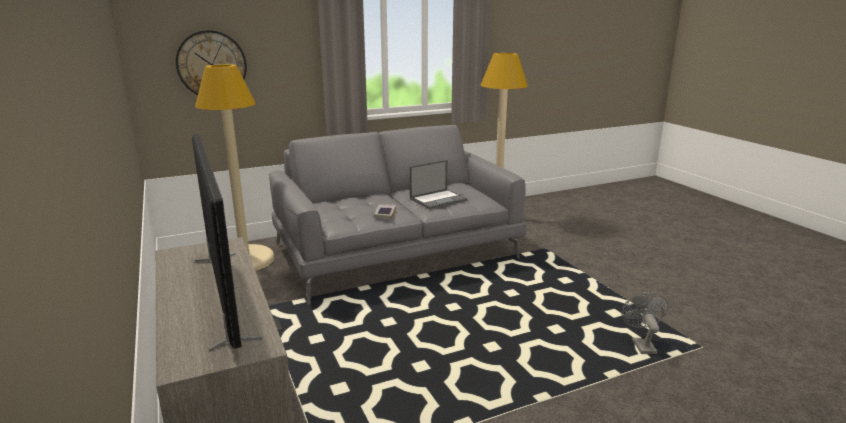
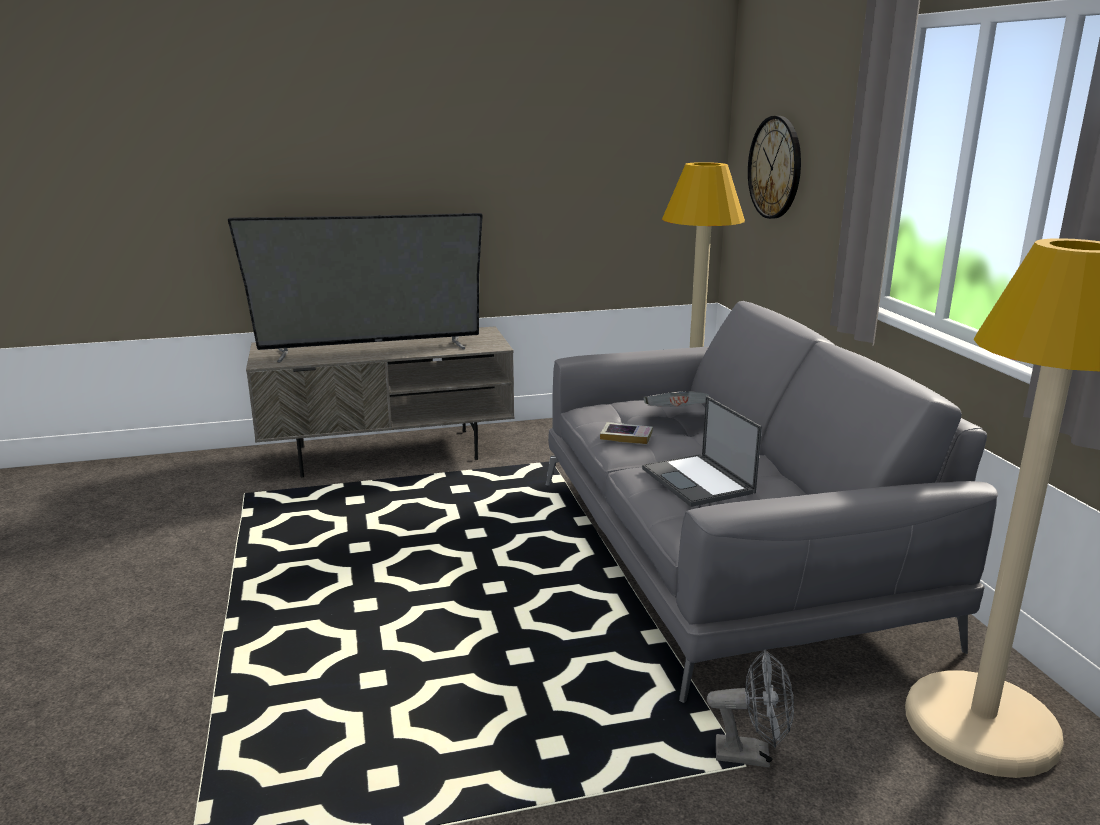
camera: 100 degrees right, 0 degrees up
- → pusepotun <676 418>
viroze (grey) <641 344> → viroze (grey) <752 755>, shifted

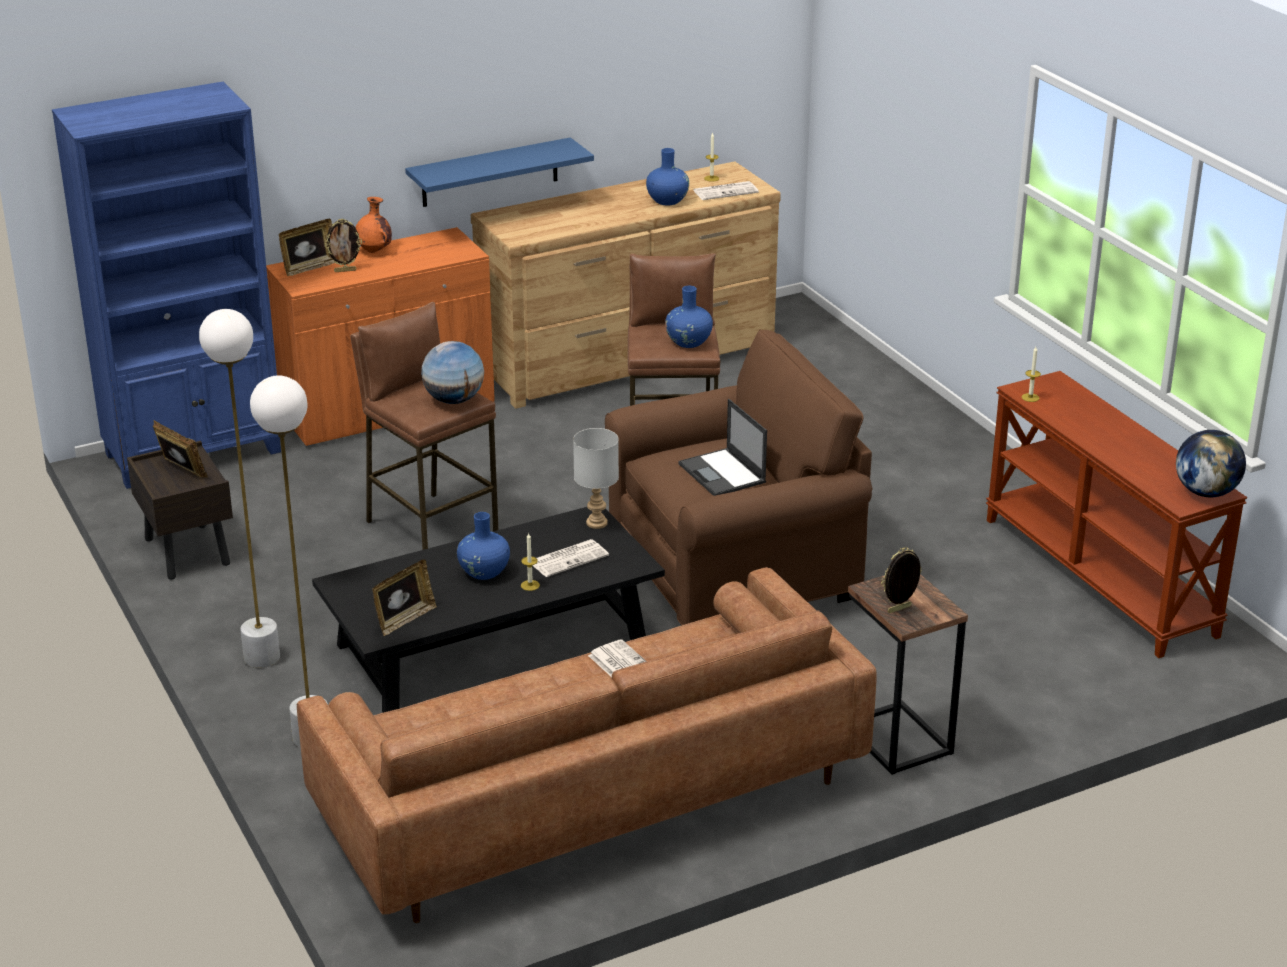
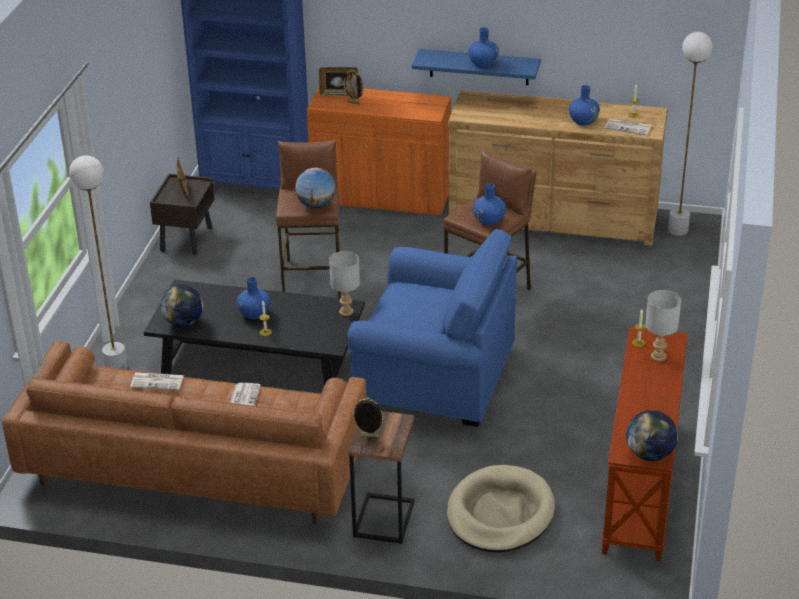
camera: 40 degrees right, 5 degrees up
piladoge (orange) <374 251> → -
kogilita <723 473> → -
- → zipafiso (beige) <500 513>
- → piladoge (blue) <483 64>
- → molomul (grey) <659 356>
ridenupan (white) <262 658> → ridenupan (white) <678 230>, shifted
pusepotun <569 558> → pusepotun <158 381>, shifted
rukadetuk <404 619> → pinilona <184 322>
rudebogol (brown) <734 569> → rudebogol (blue) <435 376>

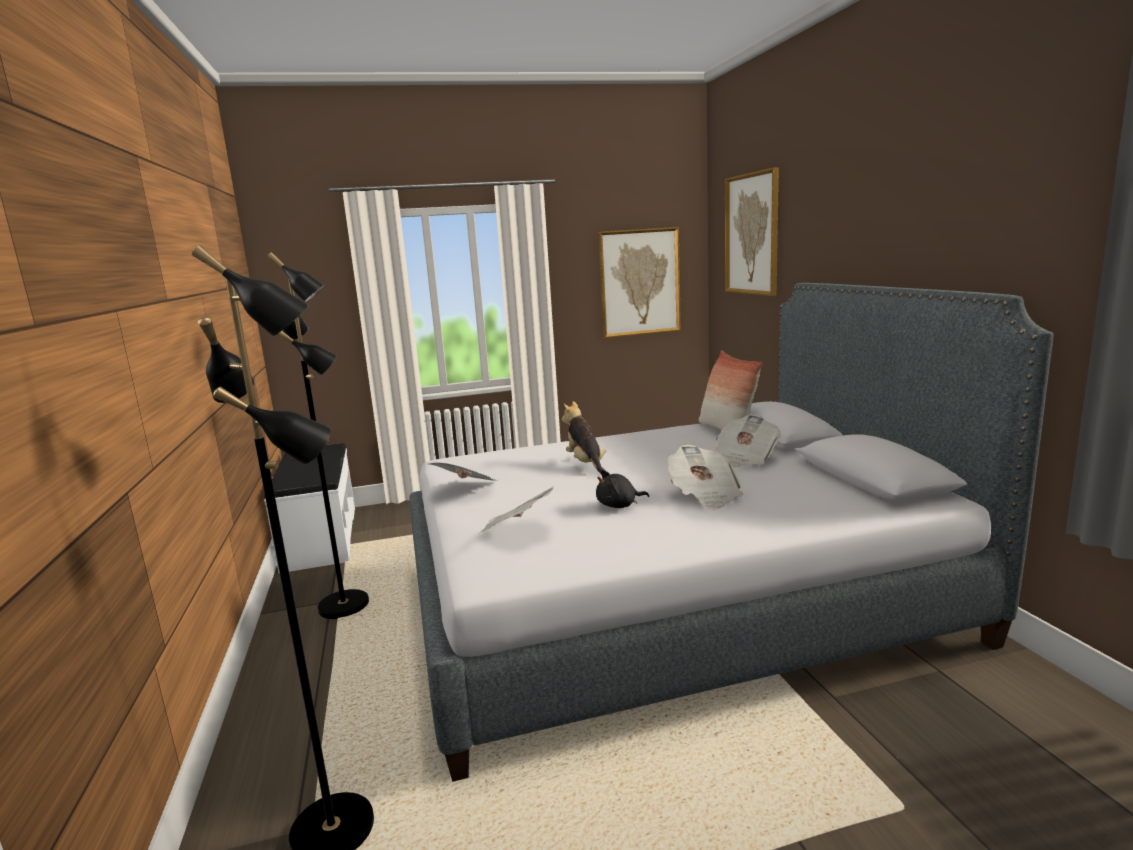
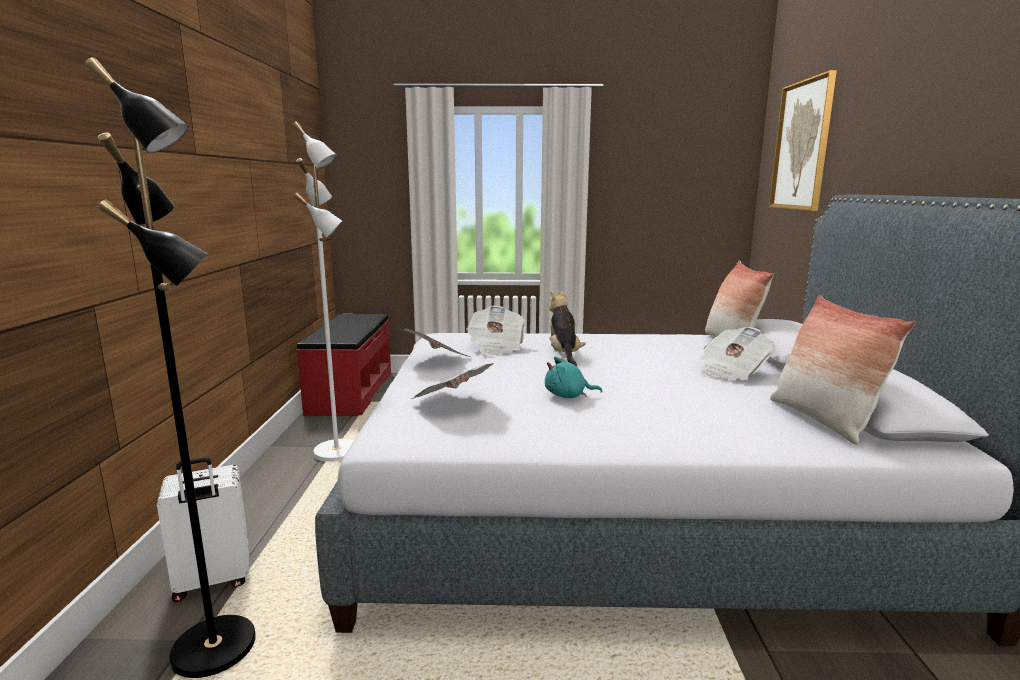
camera: 15 degrees right, 0 degrees up
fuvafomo <639 282> → -
- → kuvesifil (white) <212 582>
- → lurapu <822 420>
pusepotun <704 496> → pusepotun <496 347>, shifted
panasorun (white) <319 538> → panasorun (red) <350 392>
ridenupan (black) <346 605> → ridenupan (white) <338 452>
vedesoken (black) <619 505> → vedesoken (turquoise) <568 396>

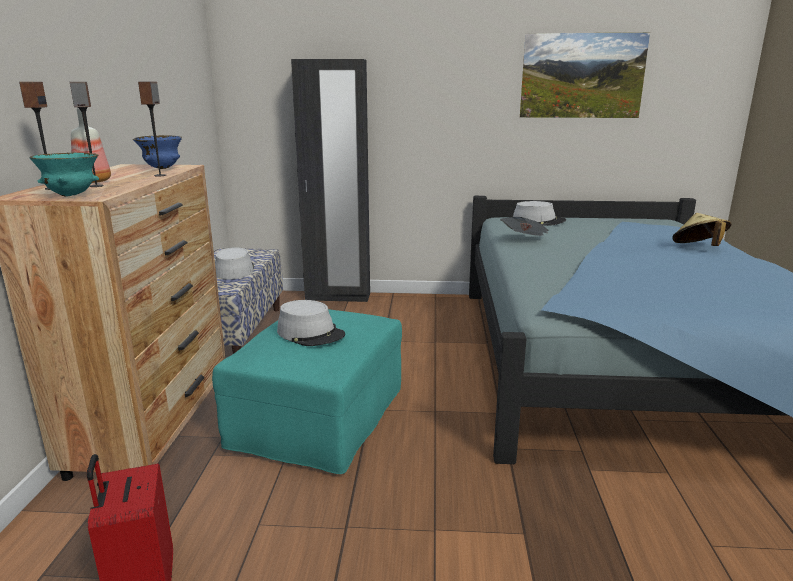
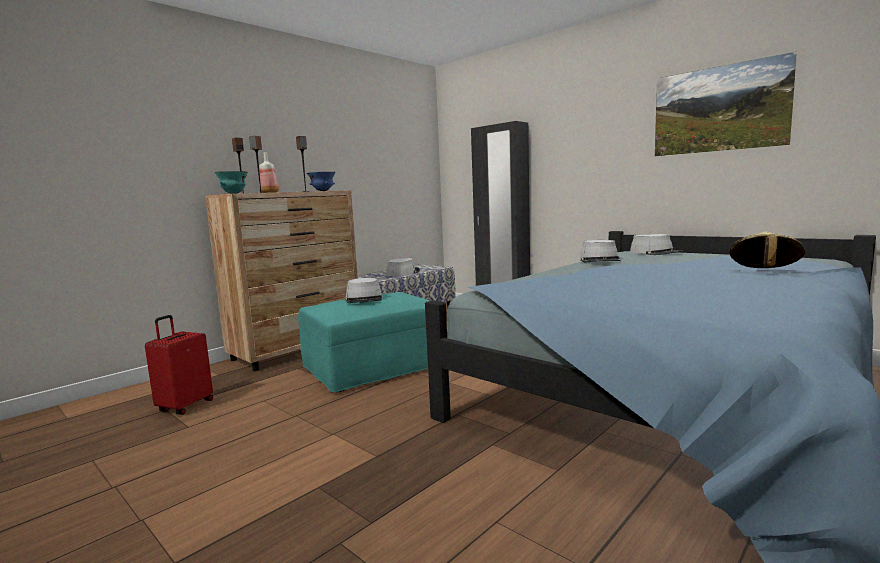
camera: 40 degrees right, 10 degrees down
pusepotun <525 239> → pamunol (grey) <600 260>

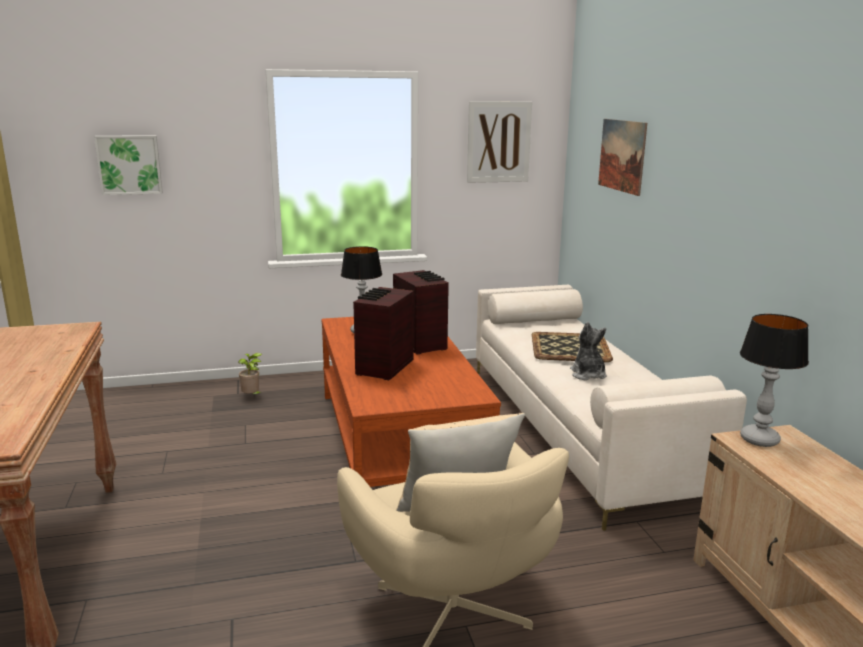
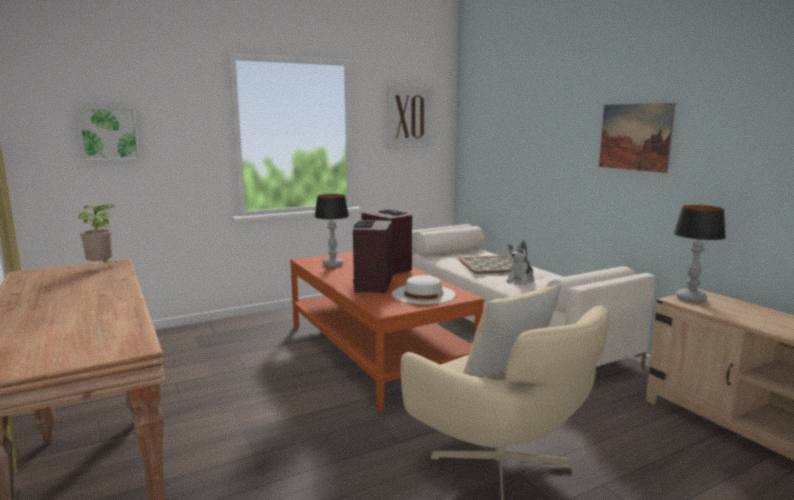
camera: 15 degrees left, 5 degrees down
- → pamunol (white) <423 294>
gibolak <252 396> → gibolak <102 267>, shifted
fuvafomo <622 155> → fuvafomo <635 137>, shifted
vedesoken <588 375> → vedesoken <520 280>, 120 degrees counterclockwise

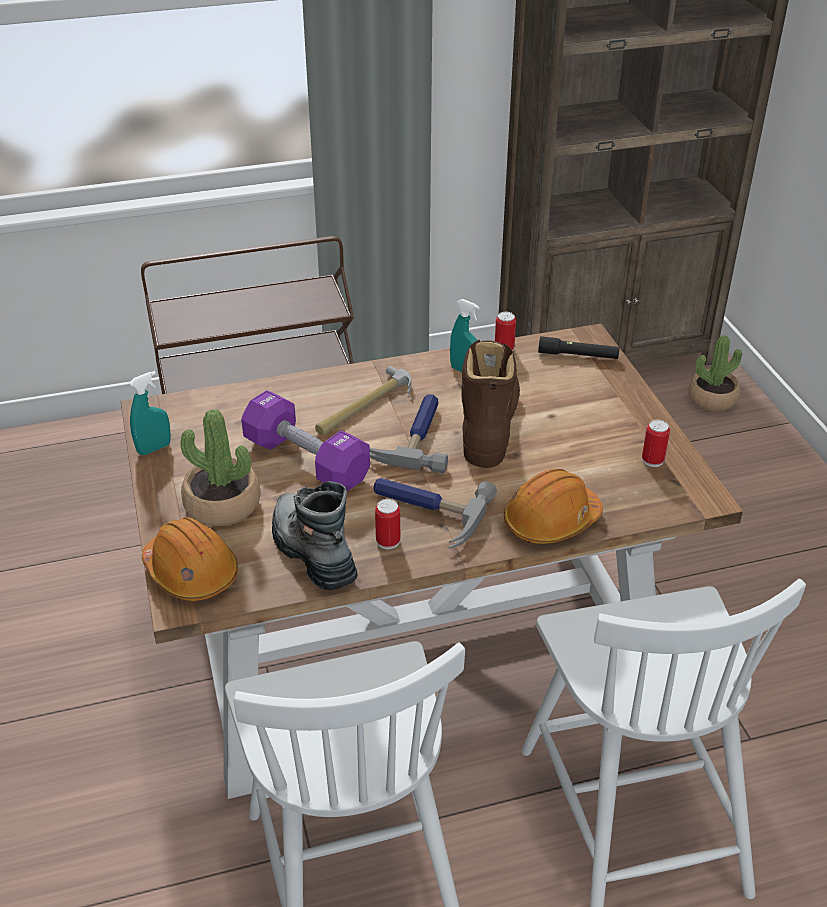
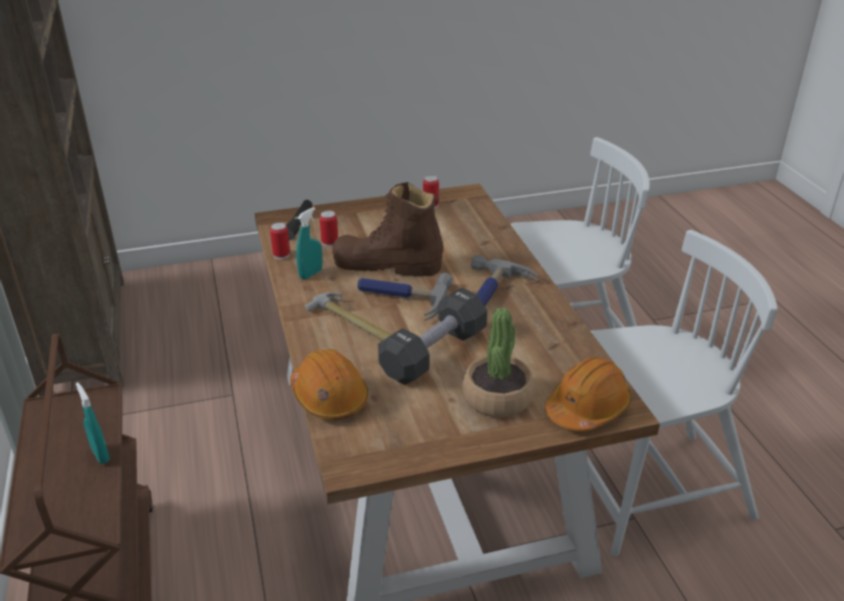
camera: 90 degrees left, 5 degrees down
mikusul <312 552> → -
gibolak <712 399> → -
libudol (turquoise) <154 448> → libudol (turquoise) <100 454>, shifted
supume <388 541> → supume <329 242>, shifted
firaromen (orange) <551 521> → firaromen (orange) <329 397>, shifted
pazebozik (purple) <306 460> → pazebozik (black) <433 353>

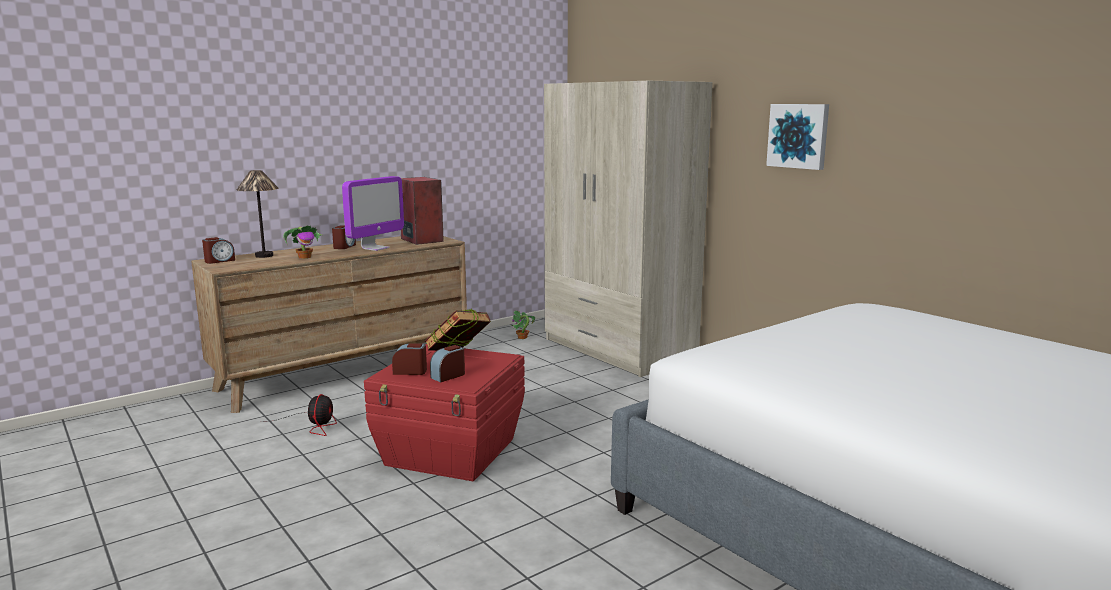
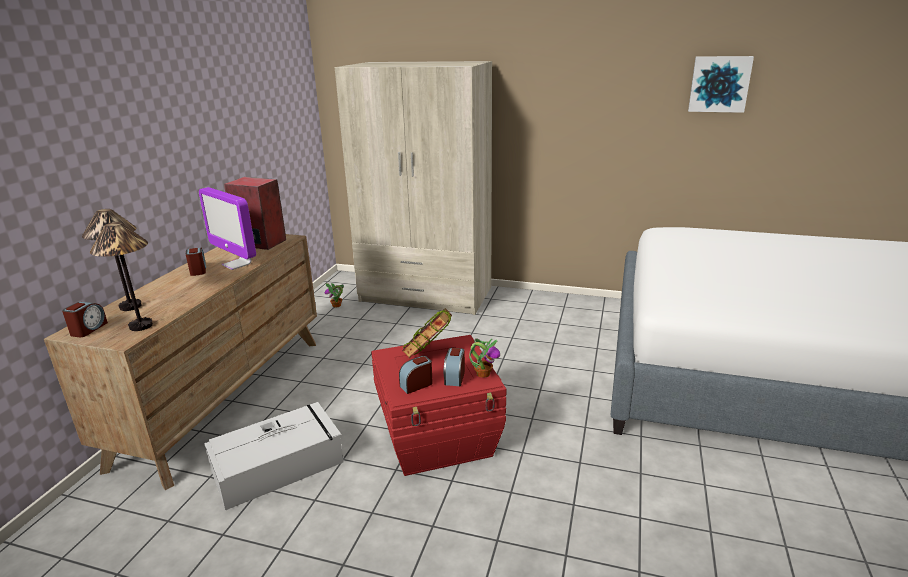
camera: 35 degrees left, 10 degrees up
- → molomul <141 326>
gibolak <305 257> → gibolak <483 373>, shifted
fuvafomo <798 136> → fuvafomo <719 84>, shifted
viroze <314 425> → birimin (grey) <279 465>
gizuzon <375 248> → gizuzon <237 264>, 135 degrees clockwise

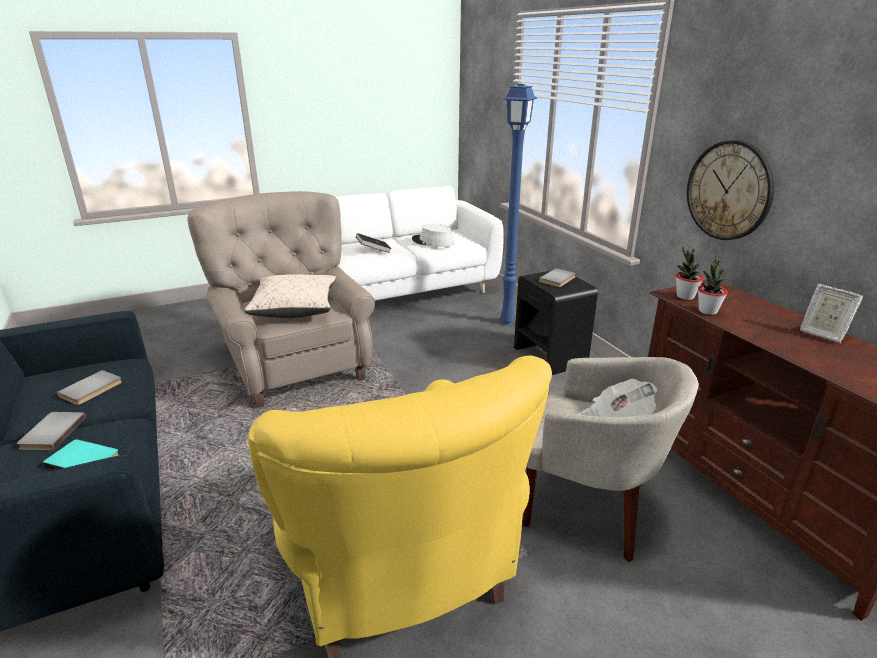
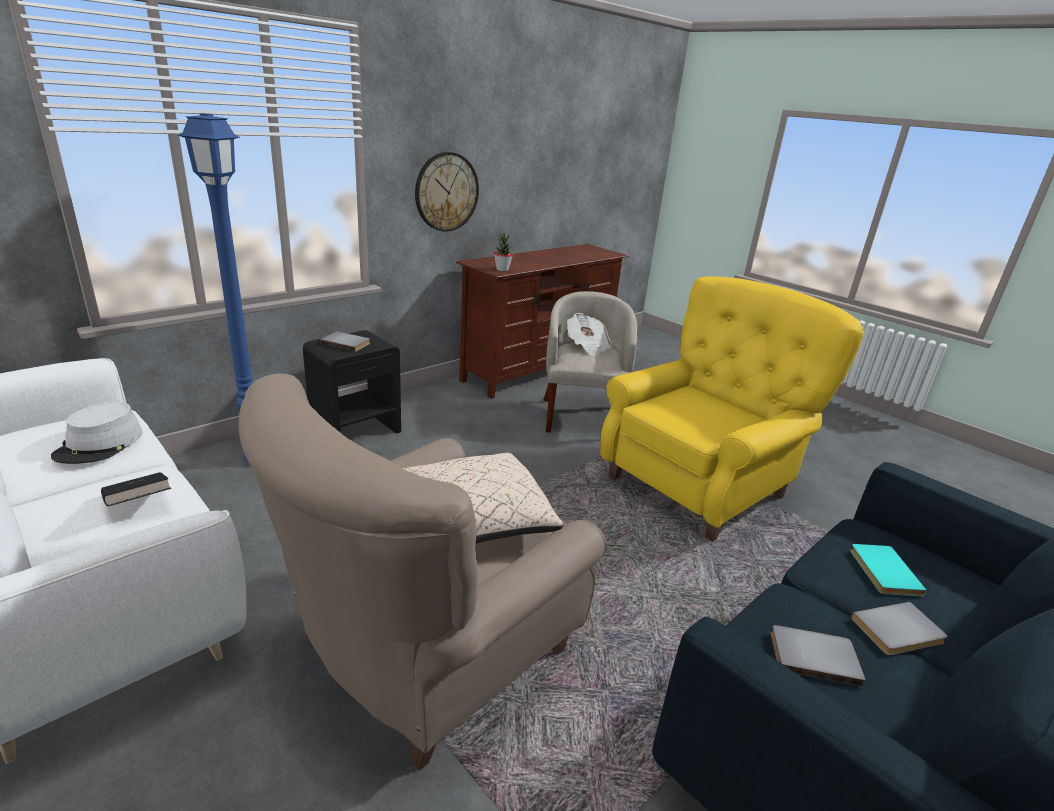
camera: 110 degrees left, 0 degrees up
gibolak <707 311> → -
rukadetuk <822 333> → -

